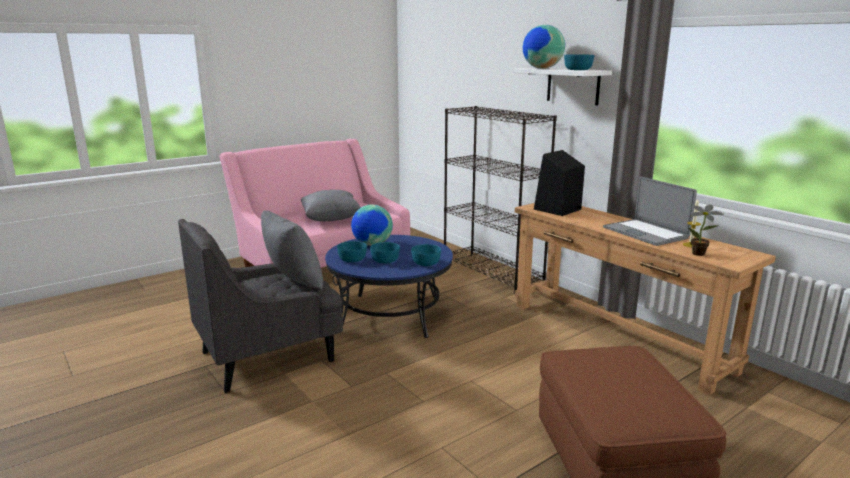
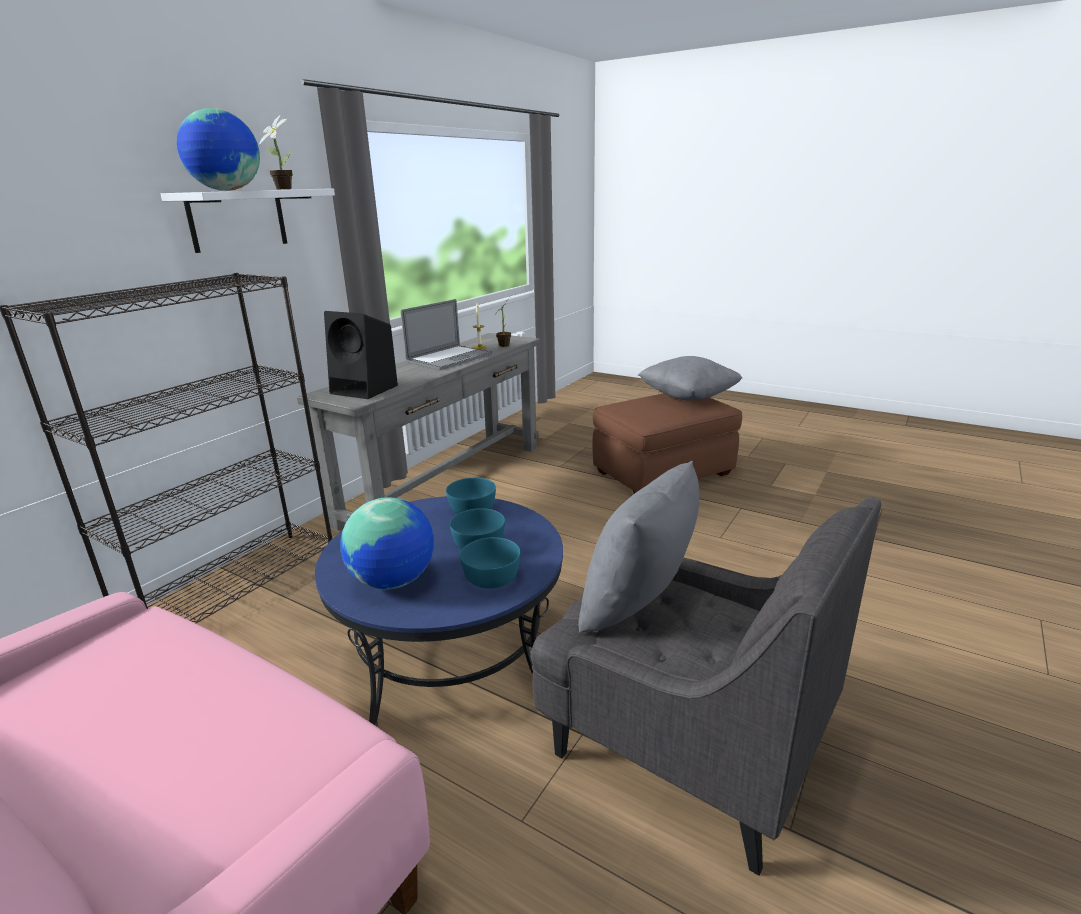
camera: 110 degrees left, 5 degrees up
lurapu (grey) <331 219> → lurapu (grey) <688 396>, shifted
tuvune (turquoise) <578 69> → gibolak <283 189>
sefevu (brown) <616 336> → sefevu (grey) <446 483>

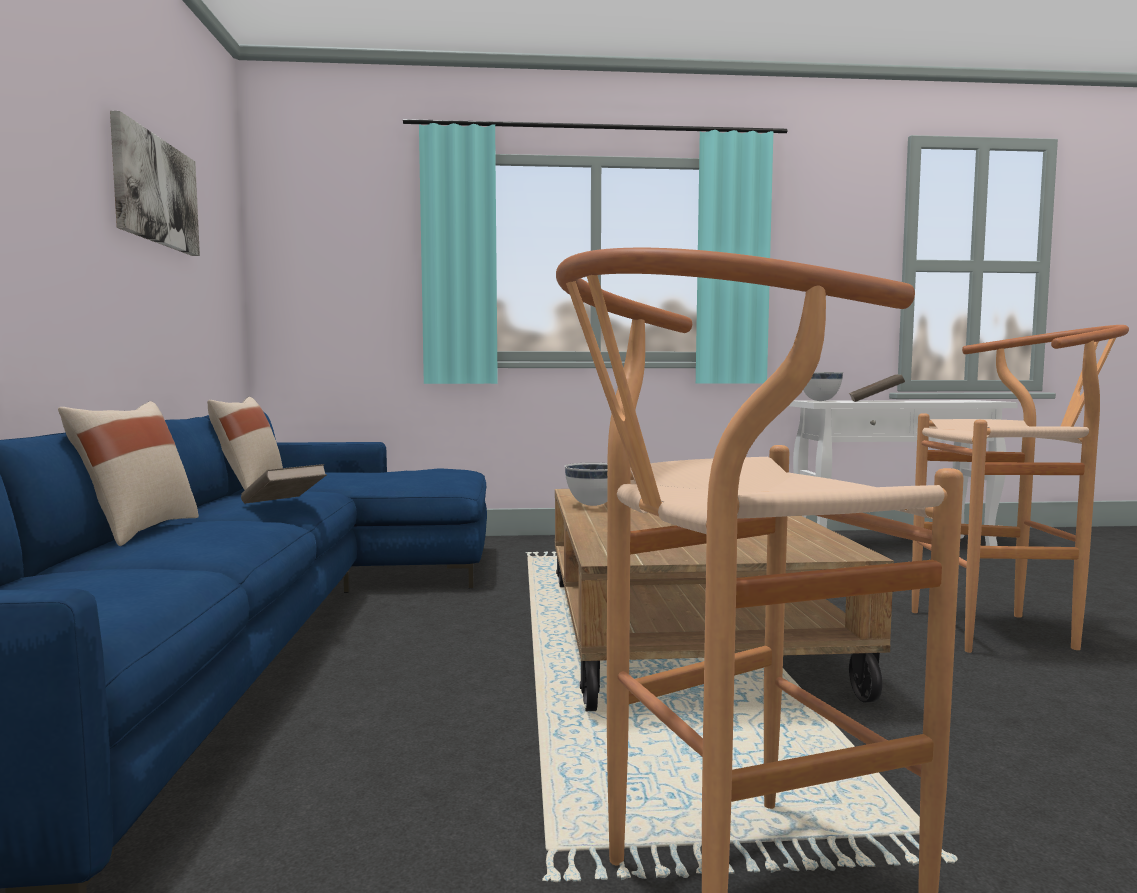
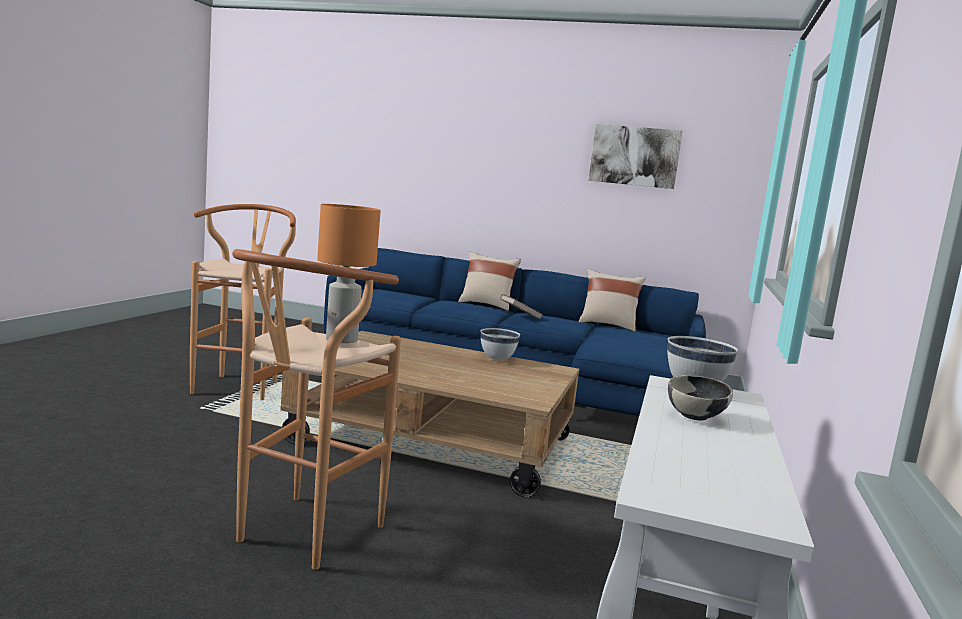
camera: 110 degrees right, 5 degrees up
- → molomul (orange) <342 340>
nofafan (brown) <875 401> → tuvune <695 417>

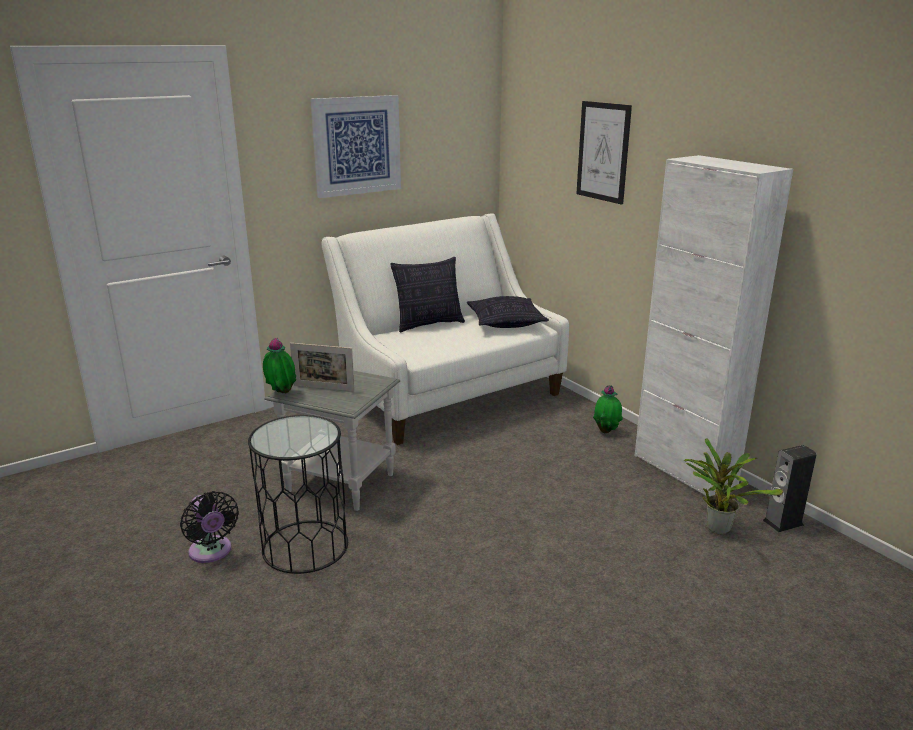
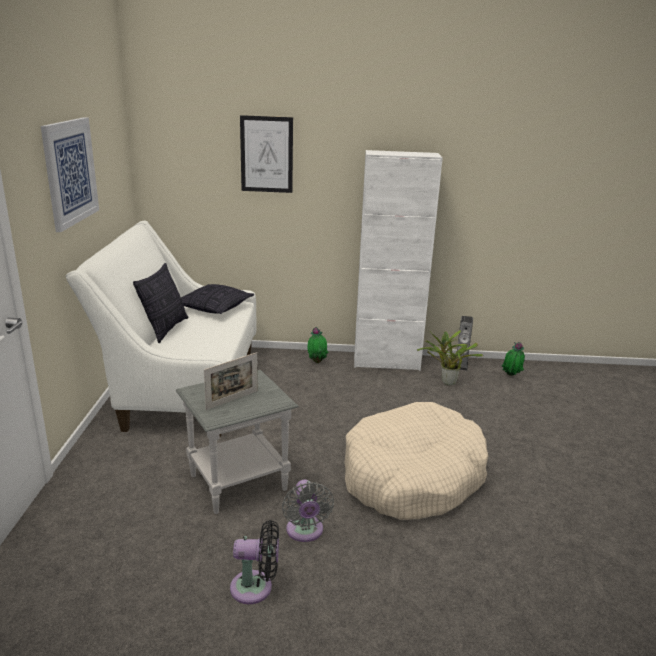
camera: 55 degrees left, 0 degrees up
- → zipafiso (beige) <412 476>
gibolak <281 394> → gibolak <511 376>, shifted
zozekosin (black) <306 546> → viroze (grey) <305 532>

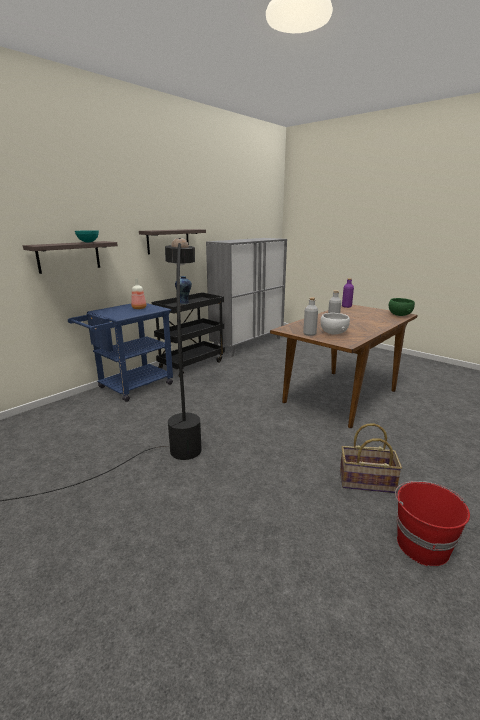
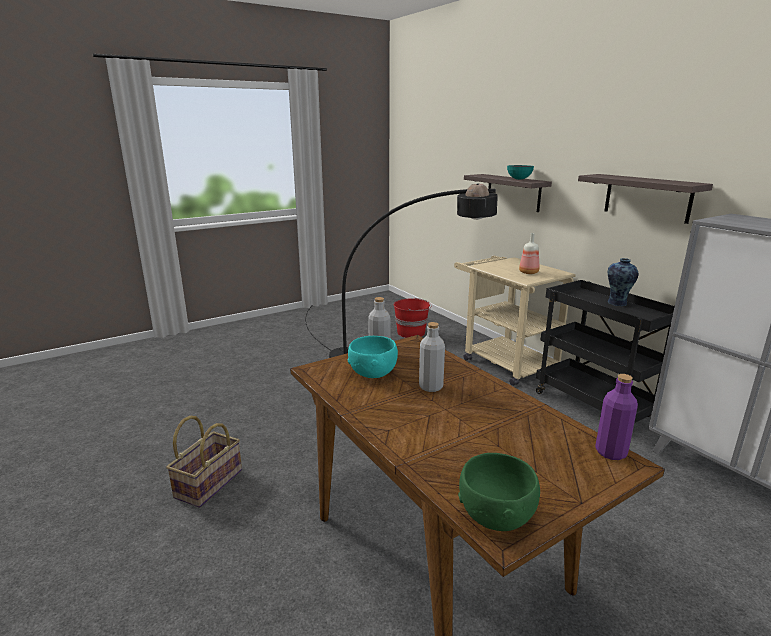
camera: 105 degrees right, 0 degrees up
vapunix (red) <421 544> → vapunix (red) <411 332>, shifted
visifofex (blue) <130 387> → visifofex (beige) <503 361>
tuvune (white) <333 333> → tuvune (turquoise) <373 373>

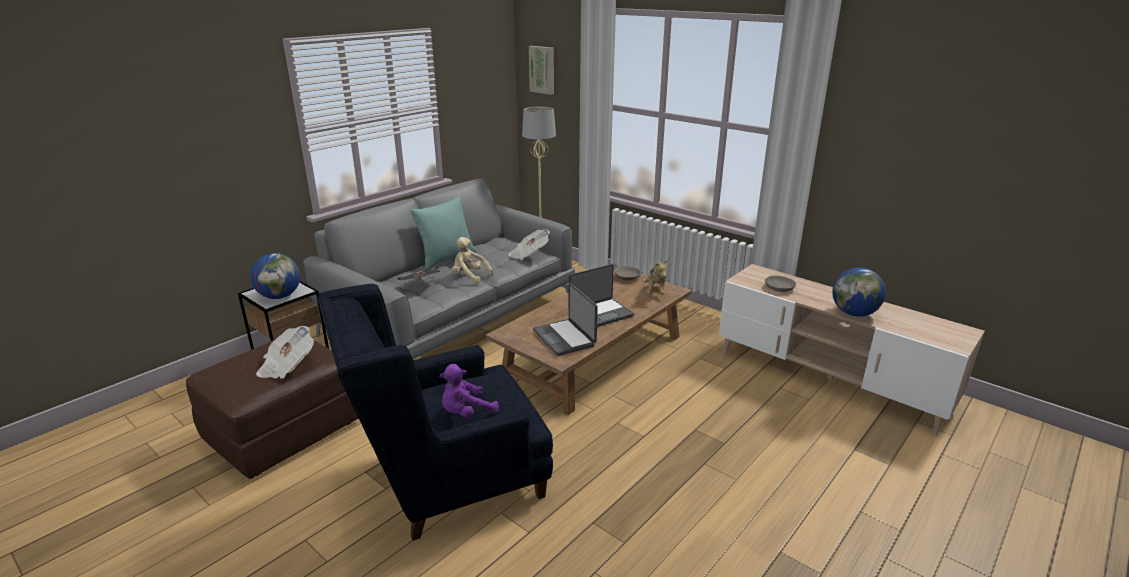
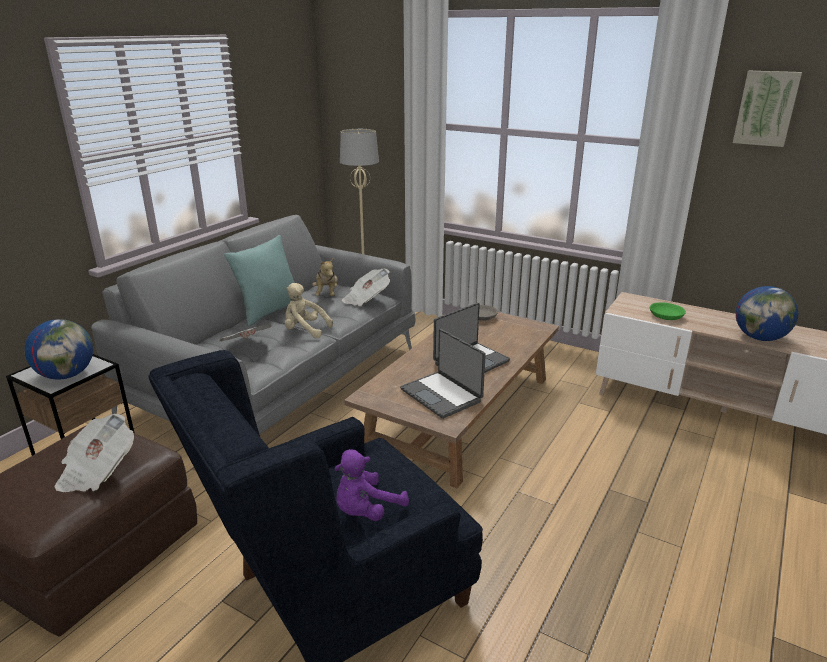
camera: 10 degrees left, 0 degrees up
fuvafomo <542 69> → fuvafomo <766 108>, shifted
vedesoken <655 291> → vedesoken <327 294>, shifted
tuvune (grey) <779 288> → tuvune (green) <665 316>

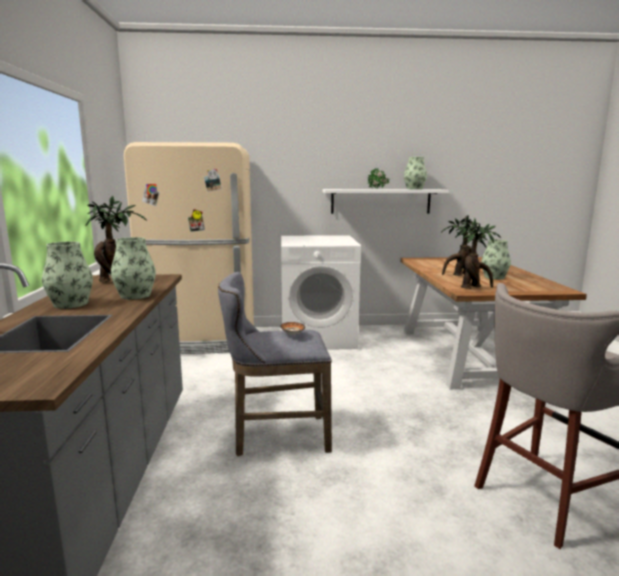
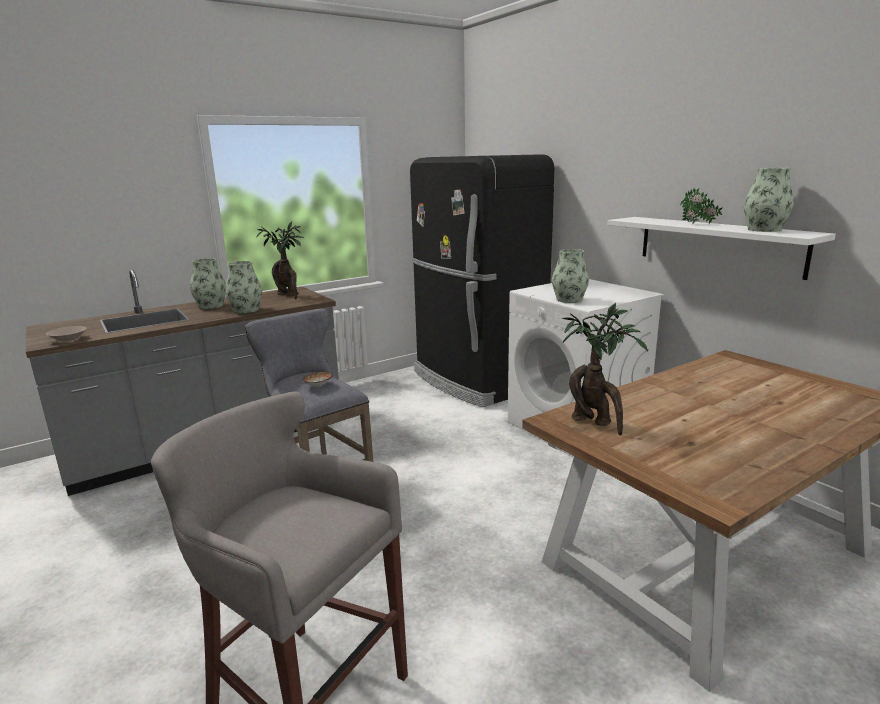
camera: 60 degrees right, 5 degrees up
gibolak <458 275> → -
- → tuvune (beige) <68 339>
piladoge <494 277> → piladoge <569 300>, shifted
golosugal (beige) <201 340> → golosugal (black) <476 380>

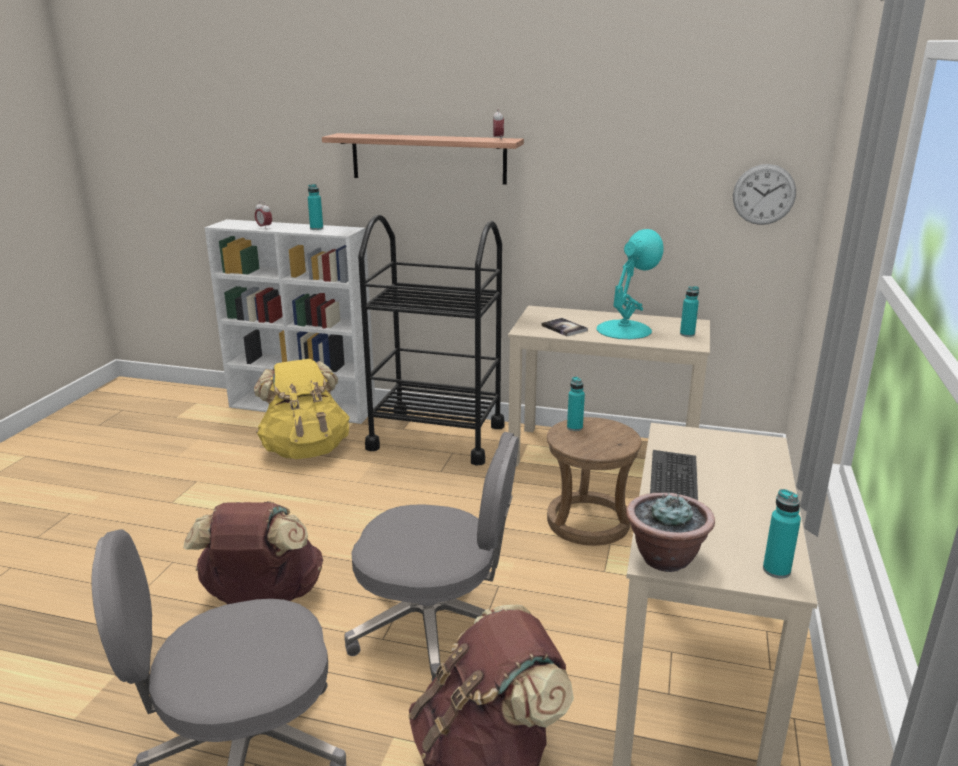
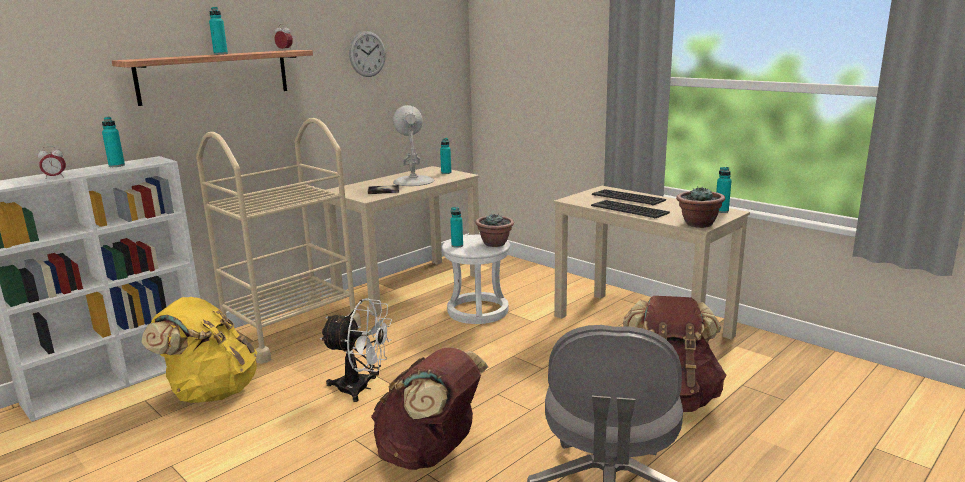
camera: 60 degrees left, 5 degrees down
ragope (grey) <436 628> → -
- → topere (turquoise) <220 54>
- → viroze (white) <361 388>
- → gibolak <495 243>
- → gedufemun <628 198>
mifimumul <764 194> → mifimumul <367 54>, shifted
visifofex (black) <436 437> → visifofex (beige) <291 331>
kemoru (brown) <588 522> → kemoru (white) <478 311>
molomul (turquoise) <624 329> → molomul (white) <413 181>

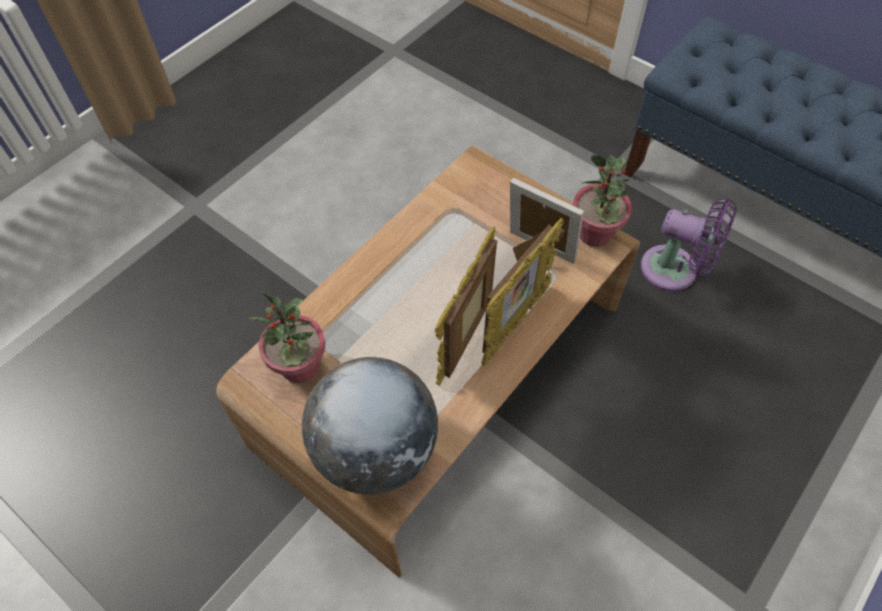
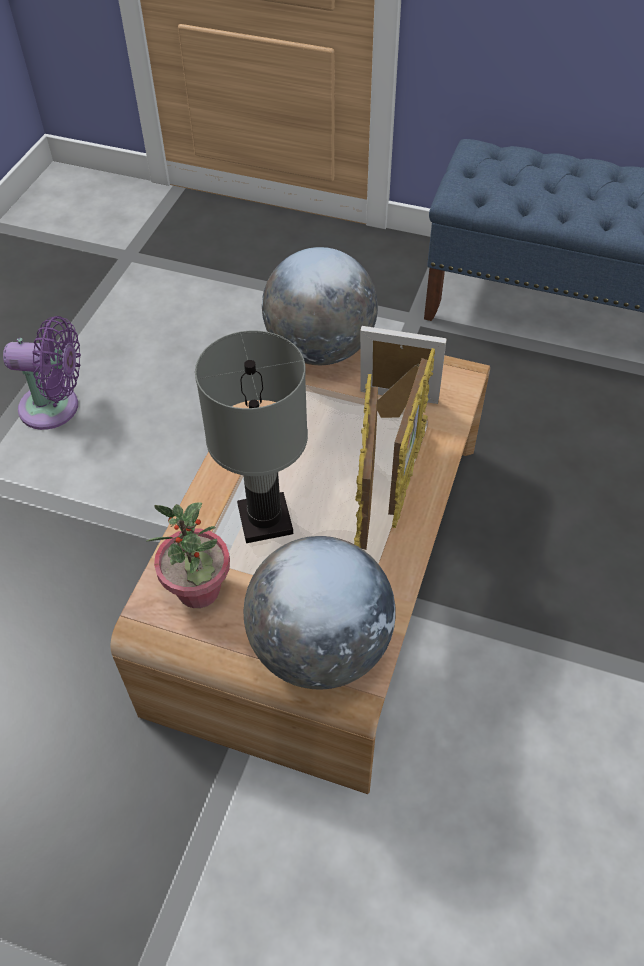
camera: 20 degrees left, 5 degrees down
gibolak <595 234> → -
- → molomul (grey) <265 519>
- → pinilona <320 349>
viroze (purple) <675 271> → viroze (purple) <55 408>, shifted

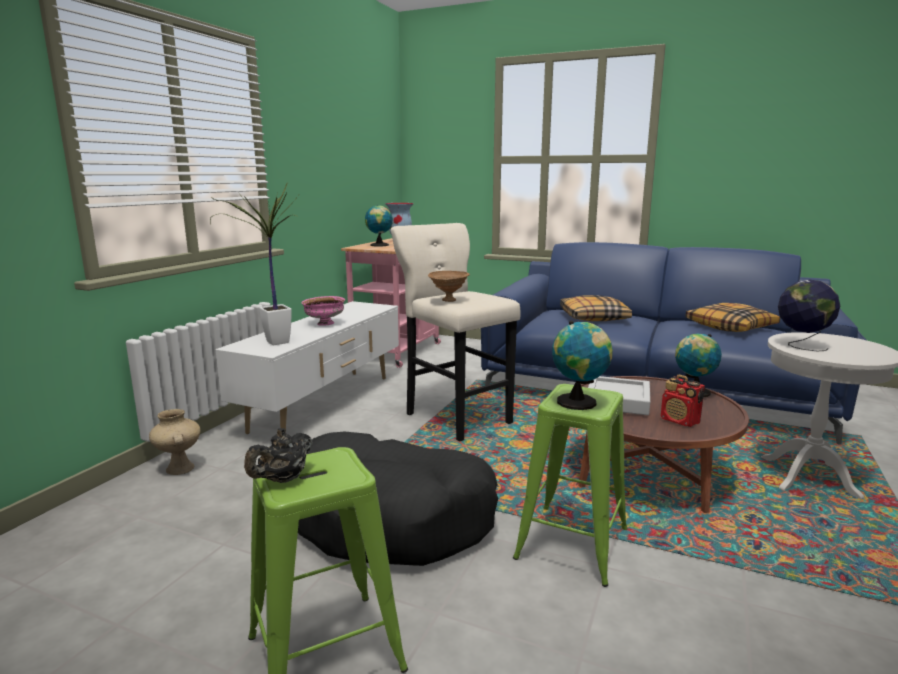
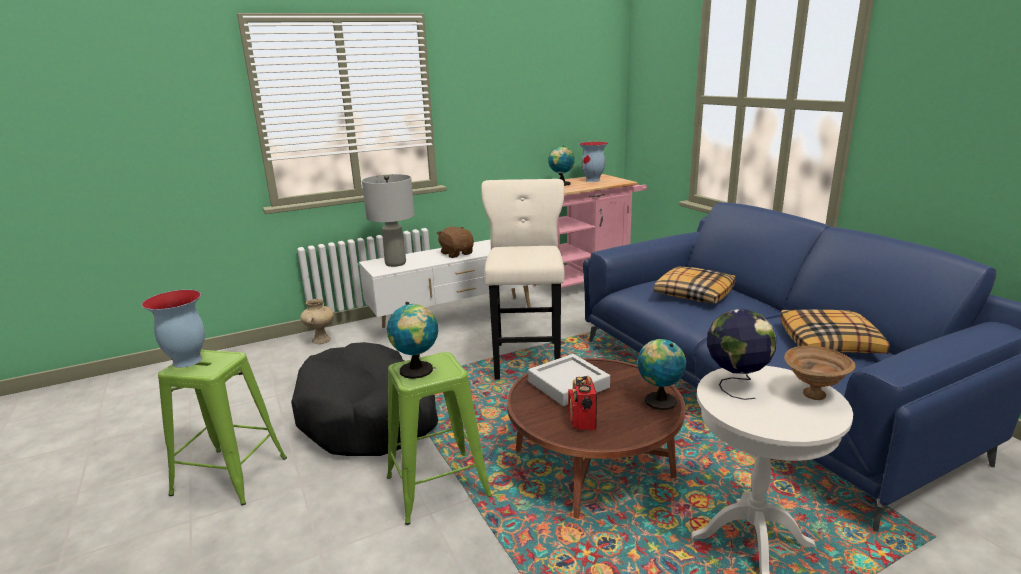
camera: 40 degrees right, 5 degrees up
tuvune (brown) <449 300> → tuvune (brown) <813 395>, shifted
gibolak <272 342> → molomul (grey) <395 263>
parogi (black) <283 479> → piladoge <186 361>
tuvune (pink) <324 324> → vedesoken (brown) <457 253>

